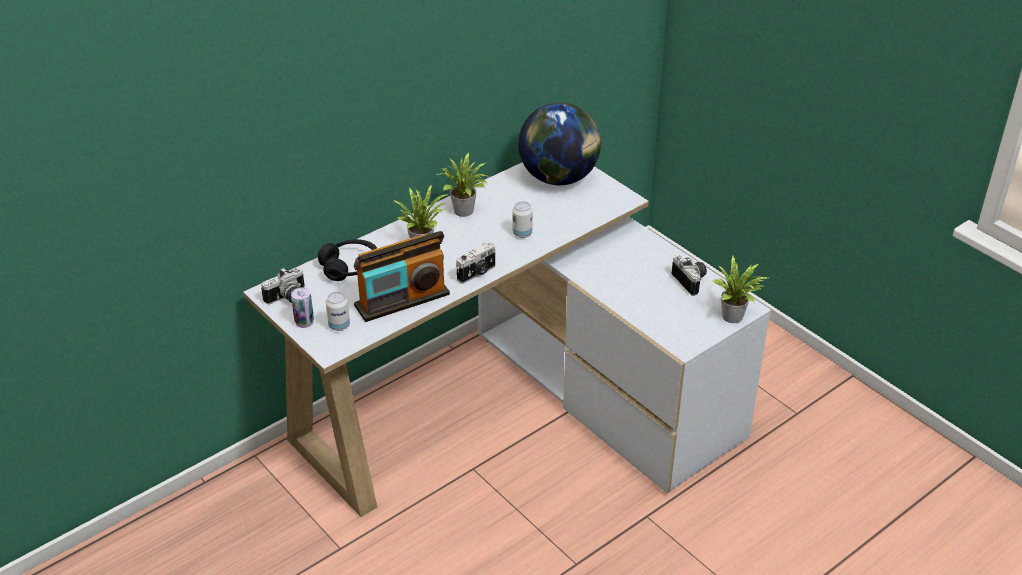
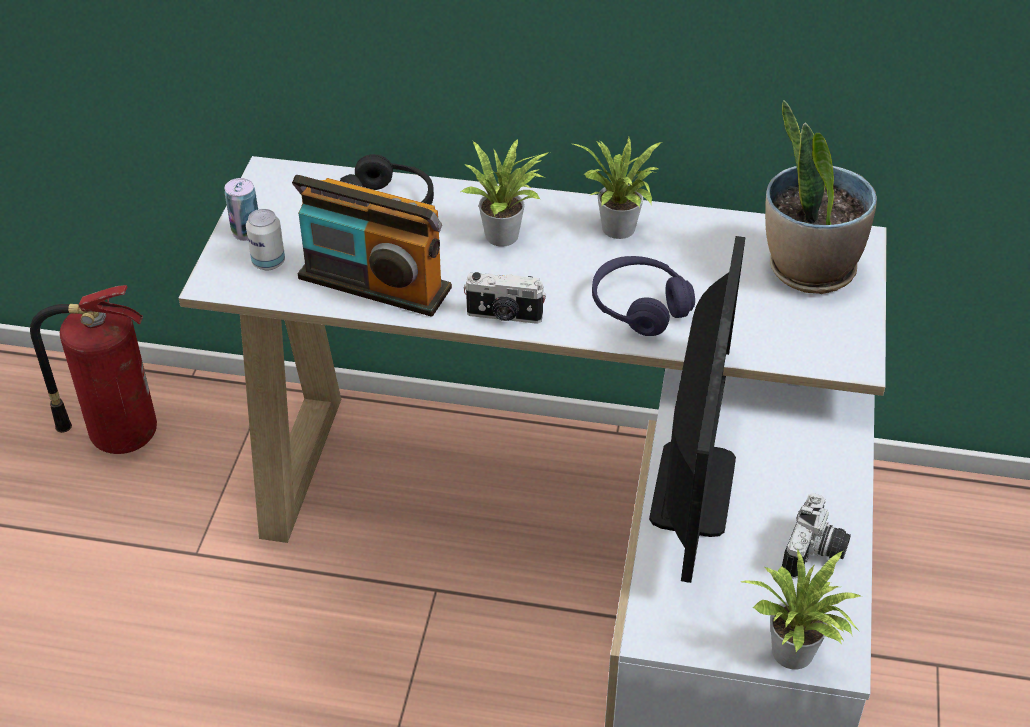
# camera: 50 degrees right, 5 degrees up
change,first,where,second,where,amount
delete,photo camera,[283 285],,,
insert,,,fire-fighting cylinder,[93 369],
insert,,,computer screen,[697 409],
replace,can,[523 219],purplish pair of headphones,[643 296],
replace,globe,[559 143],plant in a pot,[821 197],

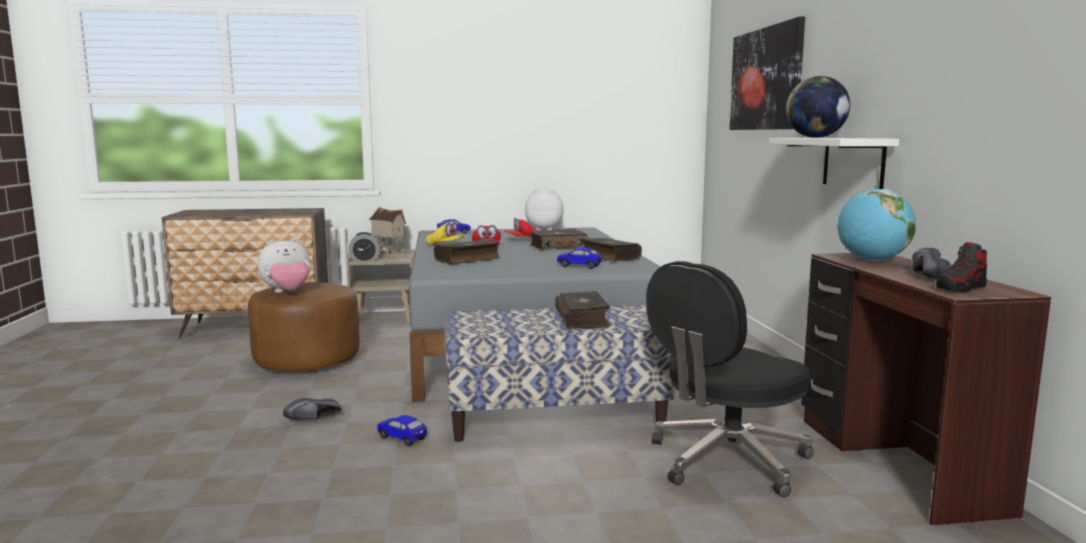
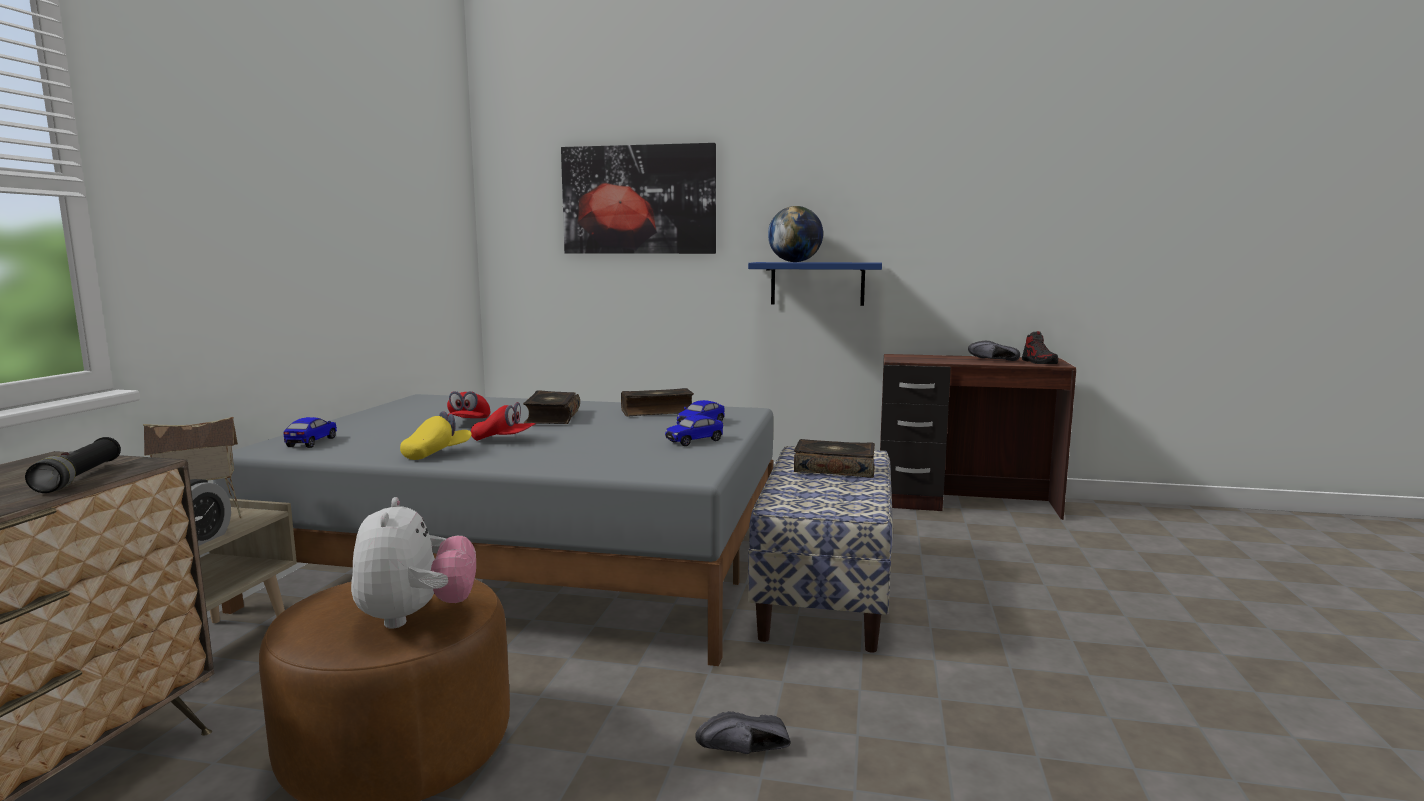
# camera: 70 degrees left, 0 degrees up
change,first,where,second,where,amount
delete,book,[467 252],,,
delete,soft toy,[544 210],,,
delete,black computer chair,[730 379],,,
delete,globe,[876 225],,,
insert,,,black torch,[73 465],
move,miniature car,[402 430],,[694 430],
recolor,whitish wall shelf,[834 163],bluish wall shelf,[815 284],
rotate,black low shoe,[312 409],,[743 732],90 degrees clockwise

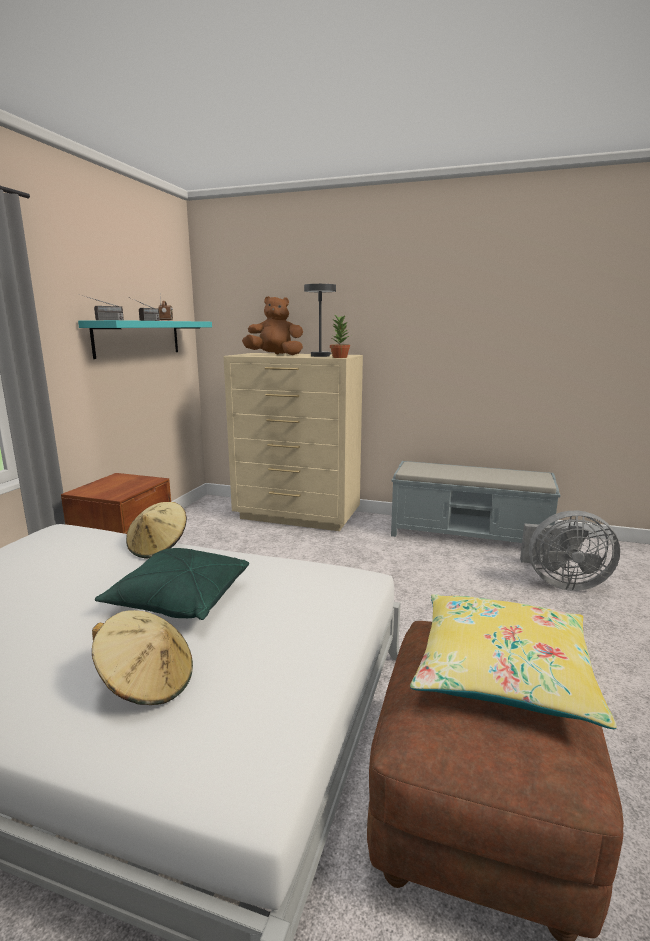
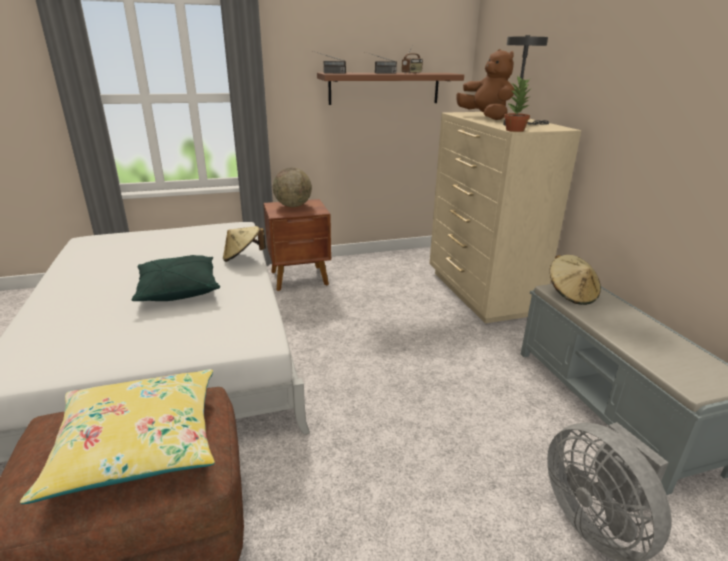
# camera: 55 degrees right, 10 degrees up
change,first,where,second,where,amount
insert,,,globe,[292 187],
move,sand-coloured wearable hat,[142 657],,[575 280],
recolor,turquoise-coloured wall shelf,[145 339],brown-coloured wall shelf,[390 89],

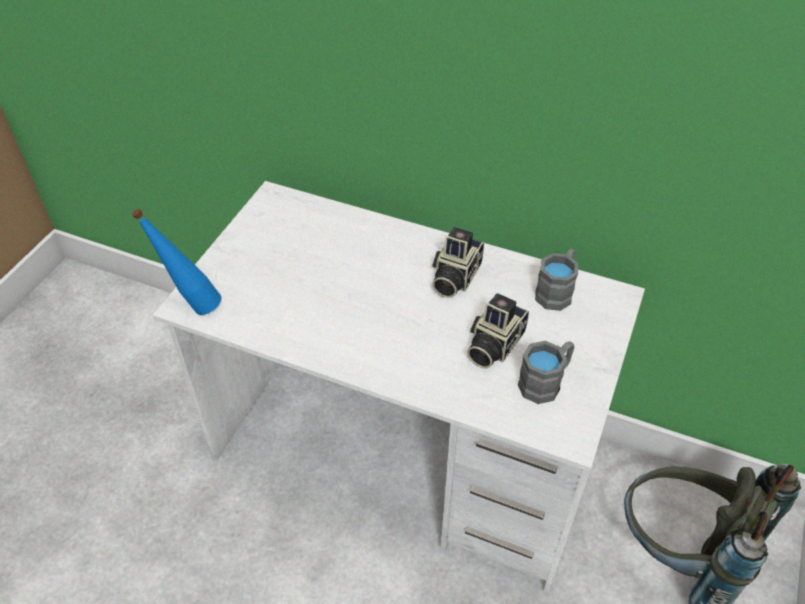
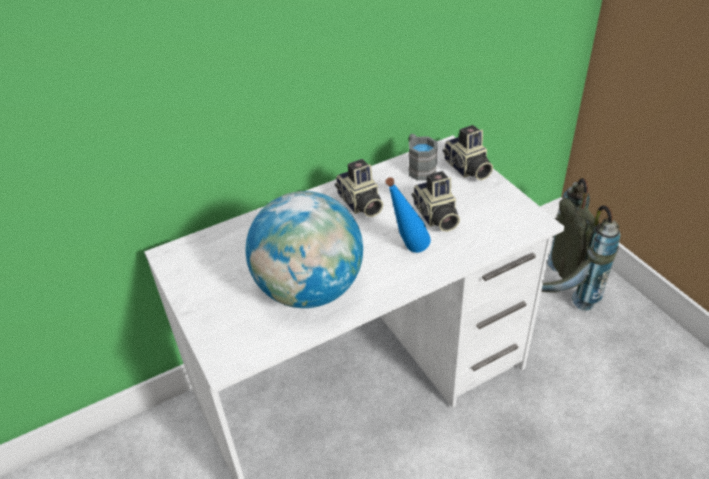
# camera: 50 degrees left, 5 degrees down
change,first,where,second,where,amount
delete,grey coffee mug,[545 372],,,
insert,,,globe,[304 249],
insert,,,photo camera,[467 152],
move,bluish bottle,[176 262],,[408 215],

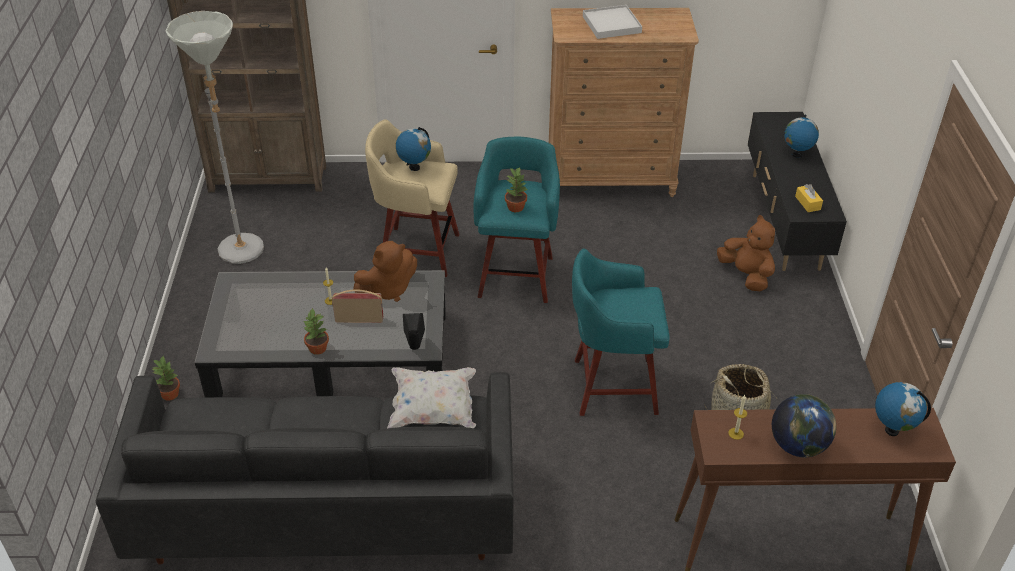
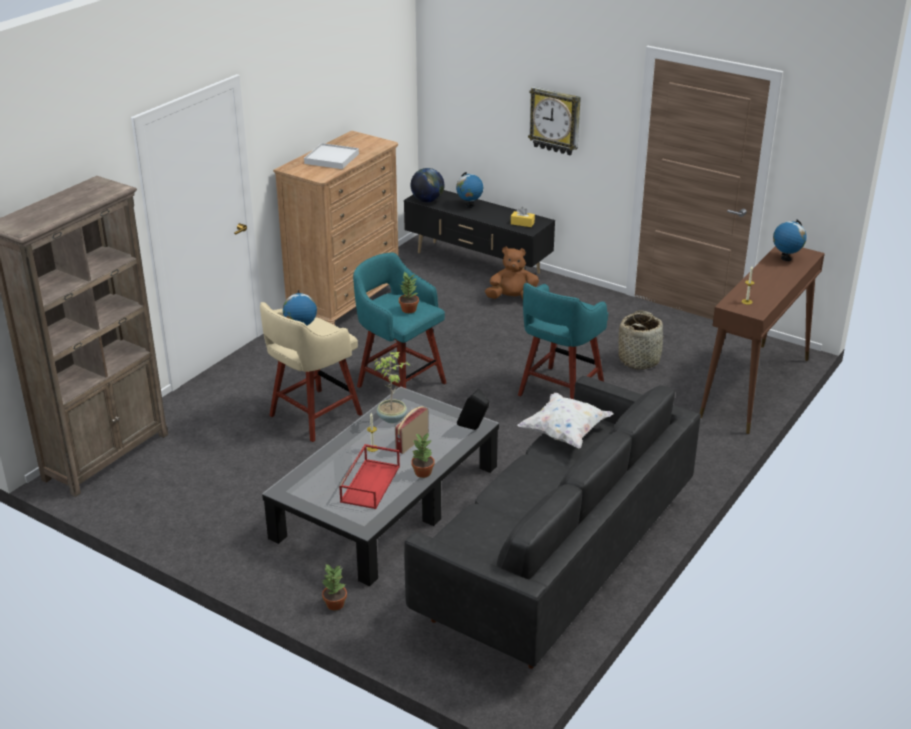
# camera: 55 degrees left, 10 degrees down
change,first,where,second,where,amount
delete,grey standard lamp,[214 137],,,
insert,,,red carrying tray,[369 476],
insert,,,clock on the wall,[554 121],
move,globe,[804 426],,[427 185],
replace,brown-coloured soft toy,[385 271],plant in a pot,[392 387],

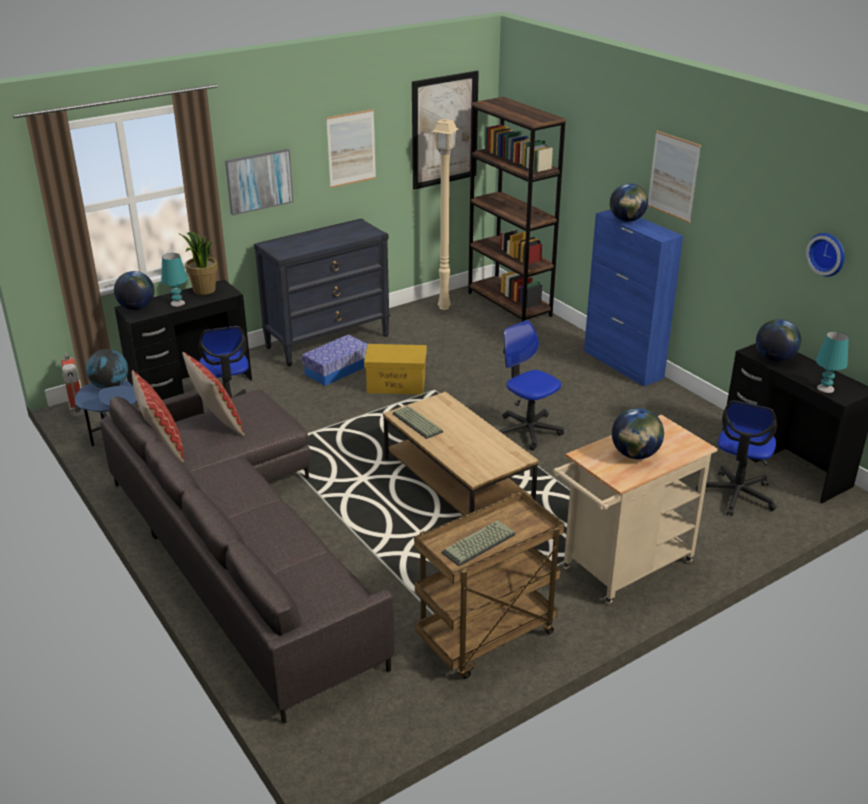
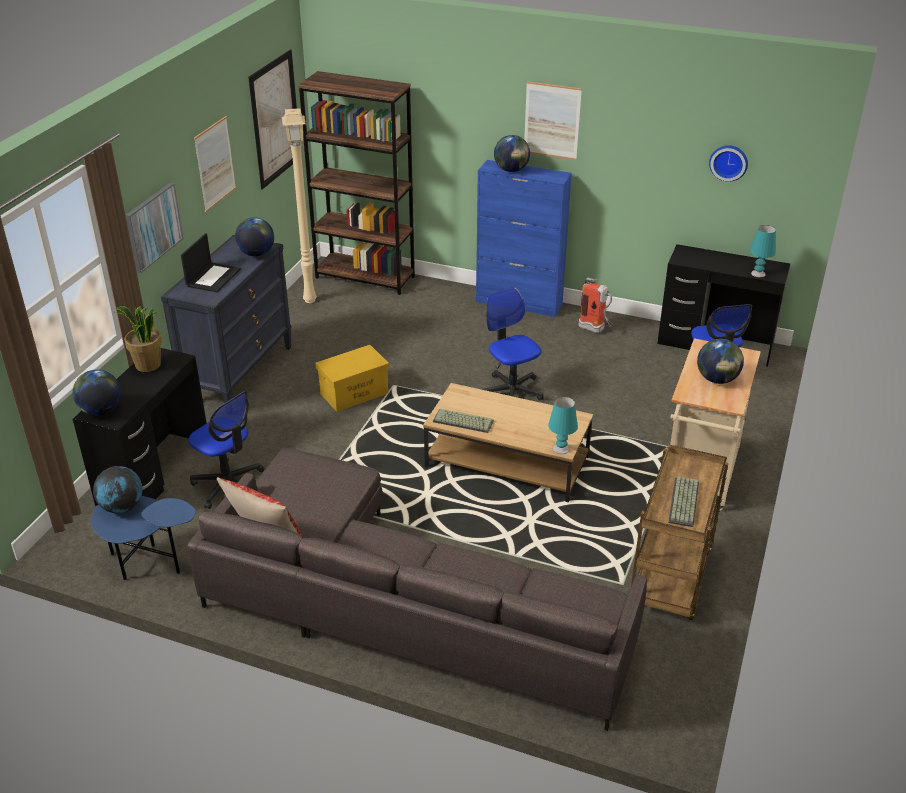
# camera: 35 degrees left, 5 degrees up
change,first,where,second,where,amount
delete,pillow,[213 394],,,
delete,storage bin,[335 360],,,
insert,,,laptop,[211 262],
move,fire-fighting cylinder,[73 385],,[596 305],
move,turquoise-coloured lamp for a table,[174 280],,[563 425],
move,globe,[778 340],,[254 236],
rotate,computer chair,[531 385],,[512 344],45 degrees clockwise

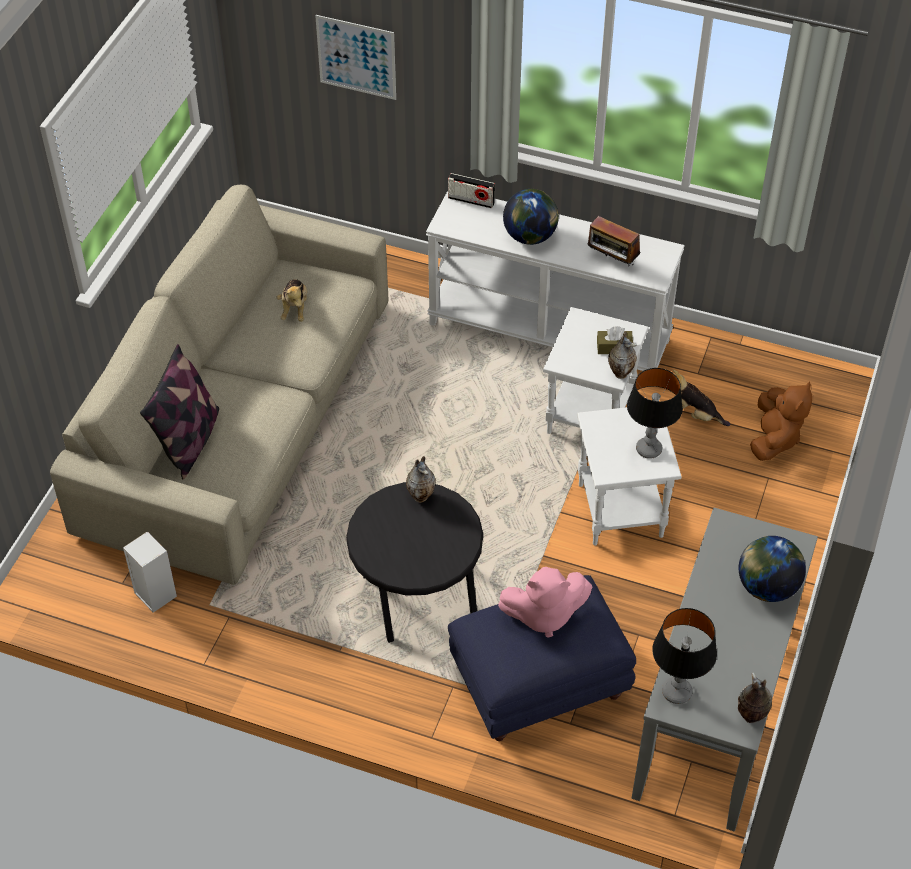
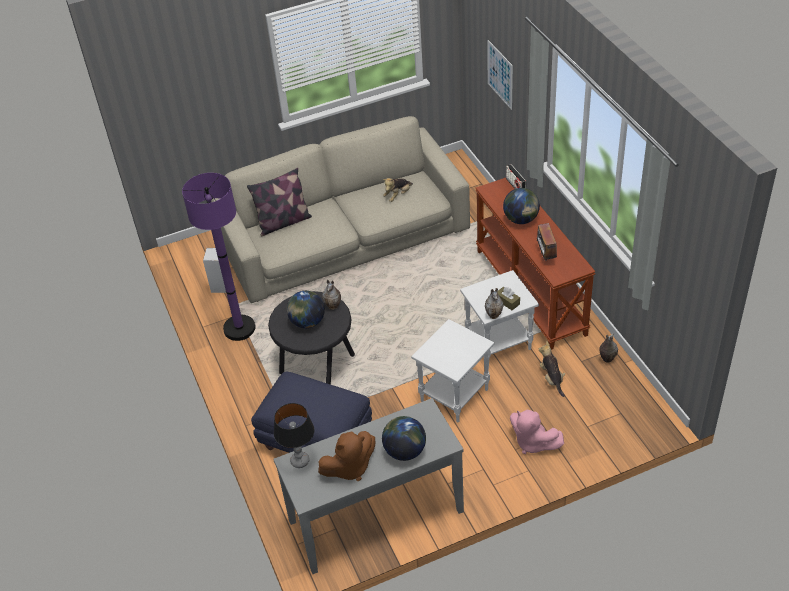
# camera: 50 degrees right, 5 degrees down
change,first,where,second,where,amount
delete,lamp for a table,[655 413],,,
insert,,,purplish standard lamp,[219 257],
insert,,,globe,[306 309],
move,pink-coloured soft toy,[545 602],,[537 432],
move,decorative vase,[755 697],,[608 348],
move,brown-coloured soft toy,[781 421],,[346 456],
recolor,whitish console table,[555 281],brown-coloured console table,[535 264],

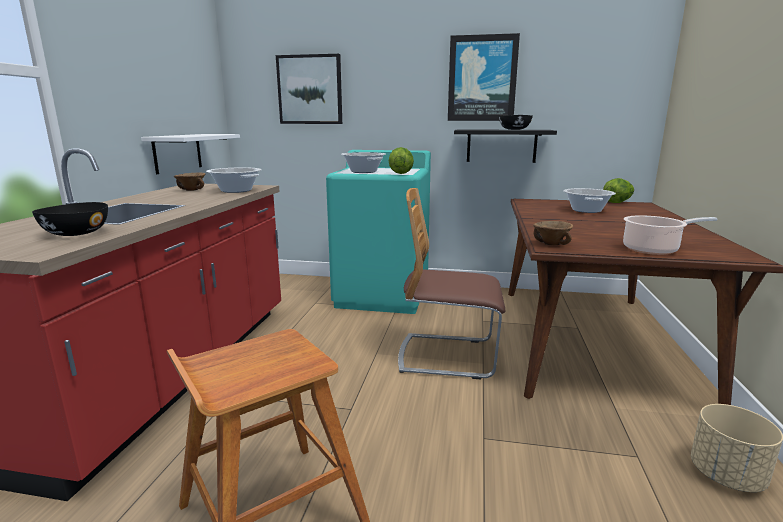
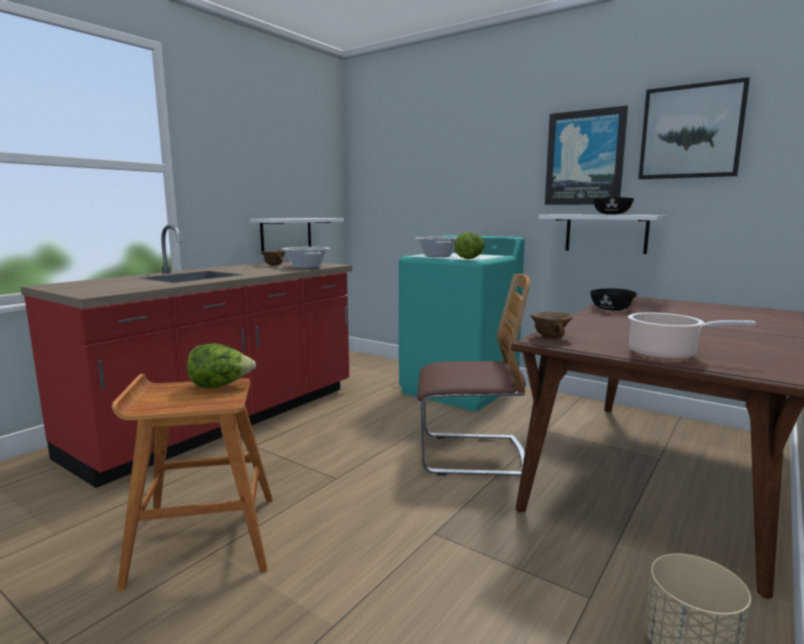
# camera: 25 degrees right, 5 degrees down
change,first,where,second,where,amount
delete,cooking pot,[589 200],,,
move,black serving bowl,[70 219],,[613 299],
move,picture,[309 89],,[694 128],
move,head of lettuce,[618 190],,[221 365],
recolor,black wall shelf,[505 146],whitish wall shelf,[603 234],
rotate,plain chair,[451 283],,[473 375],150 degrees clockwise

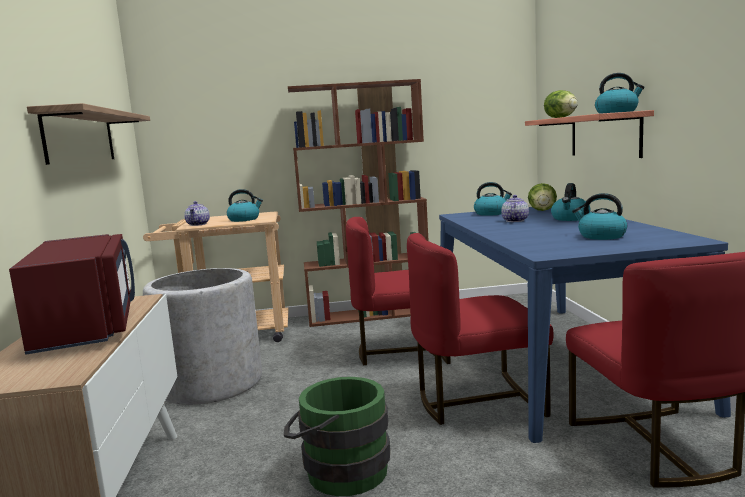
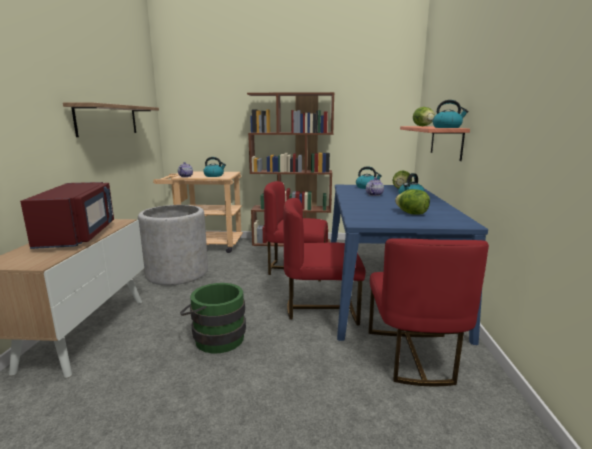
# camera: 10 degrees right, 5 degrees up
change,first,where,second,where,amount
replace,kettle,[599 216],head of lettuce,[412 202],

